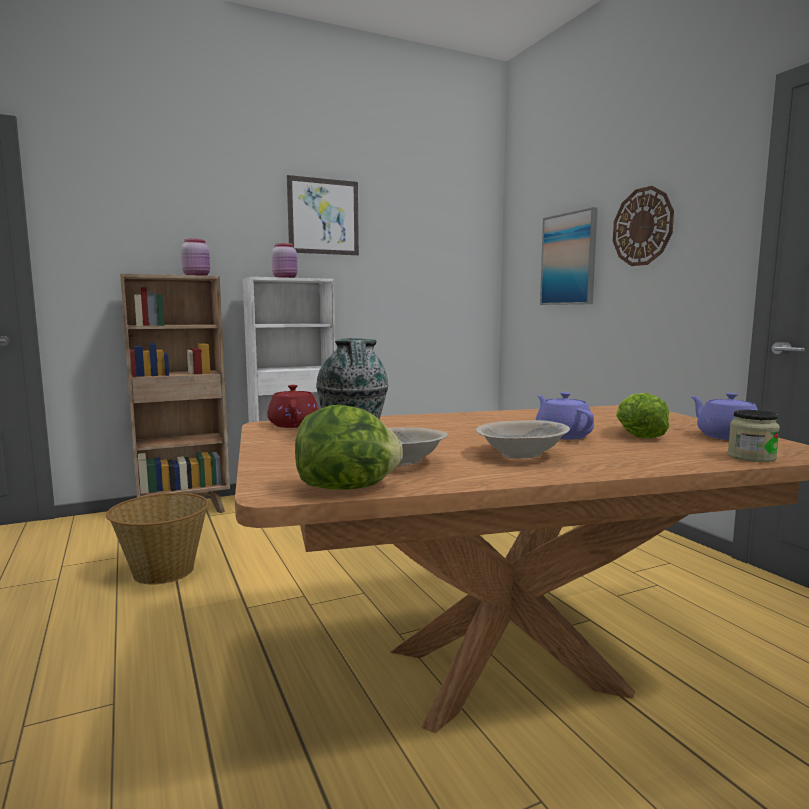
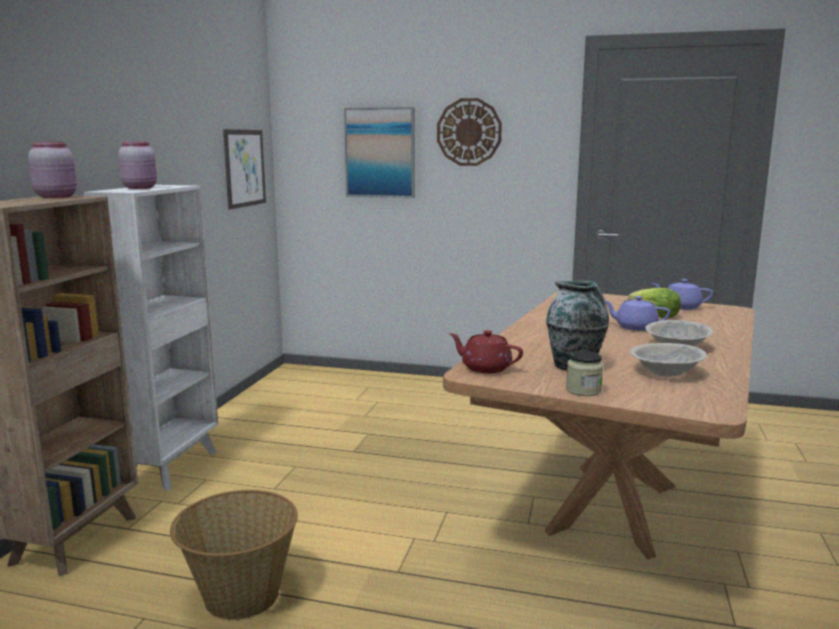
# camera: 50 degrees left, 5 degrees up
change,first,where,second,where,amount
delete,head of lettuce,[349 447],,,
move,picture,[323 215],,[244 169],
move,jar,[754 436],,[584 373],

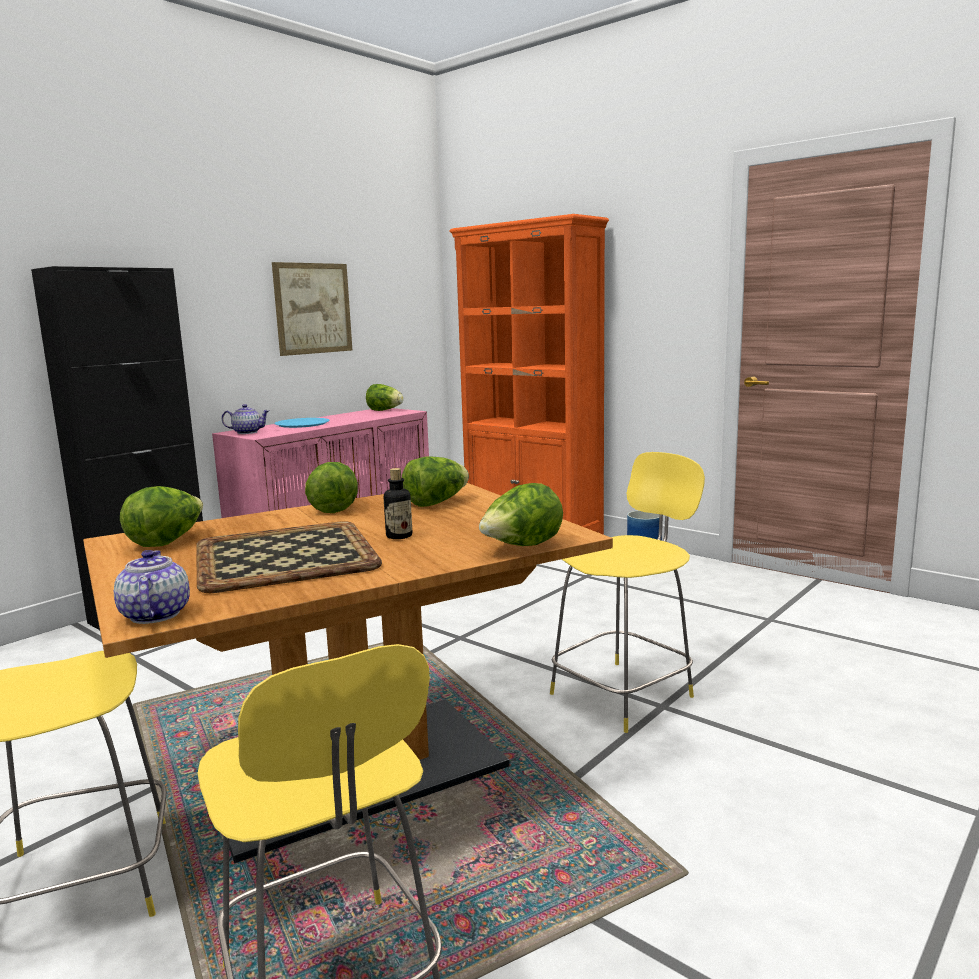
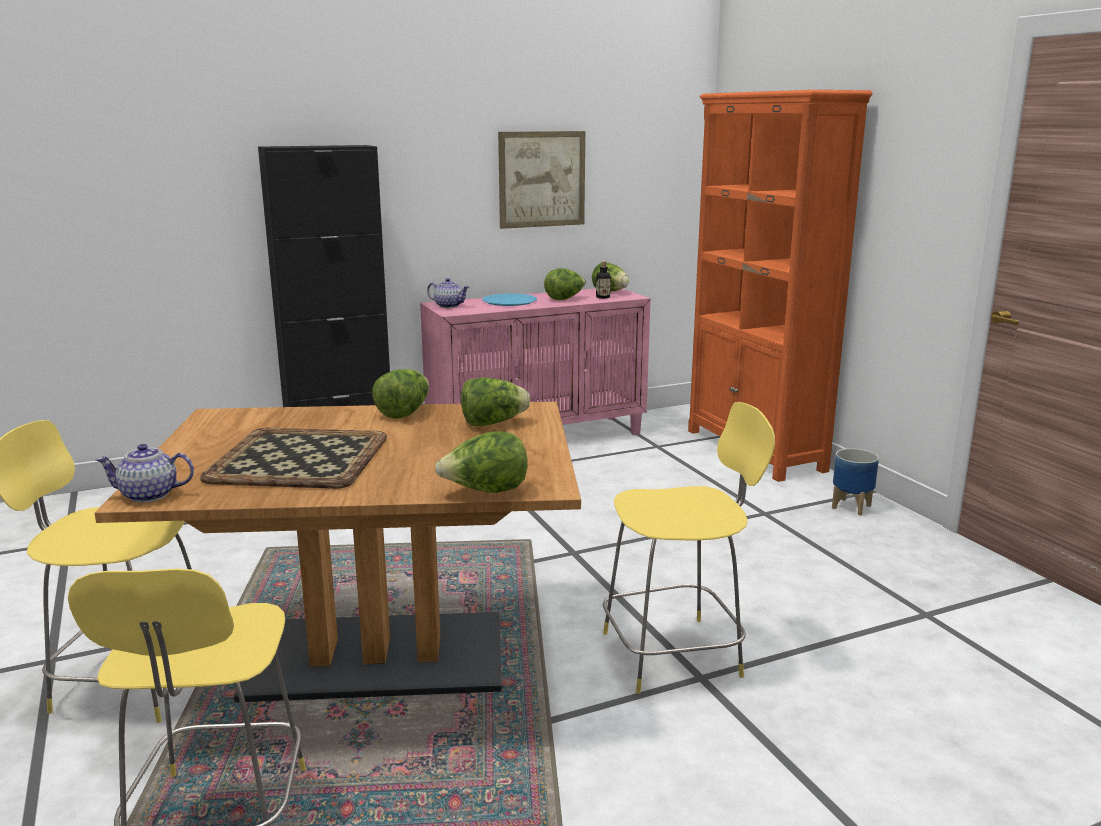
# camera: 25 degrees right, 5 degrees up
change,first,where,second,where,amount
move,head of lettuce,[161 516],,[565 284],
move,bottle,[398 503],,[603 280],
rotate,tea pot,[152 587],,[144 473],105 degrees counterclockwise

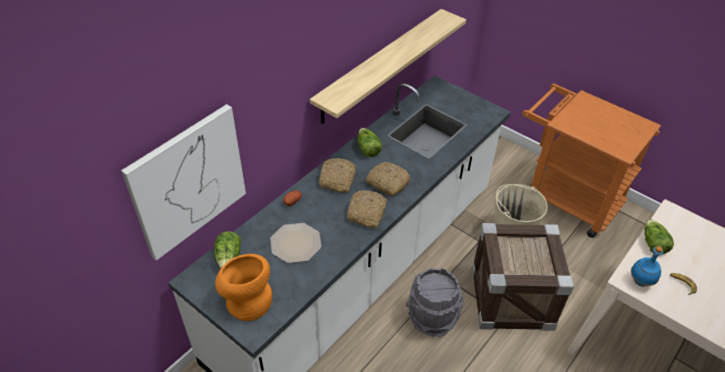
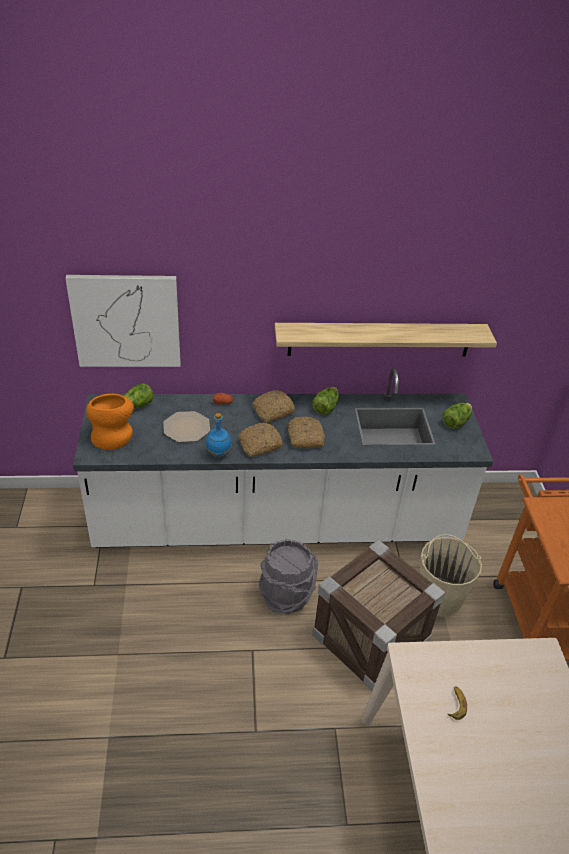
# camera: 45 degrees right, 5 degrees down
change,first,where,second,where,amount
move,bluish bottle,[647 266],,[218 435],
move,head of lettuce,[659 236],,[457 416],

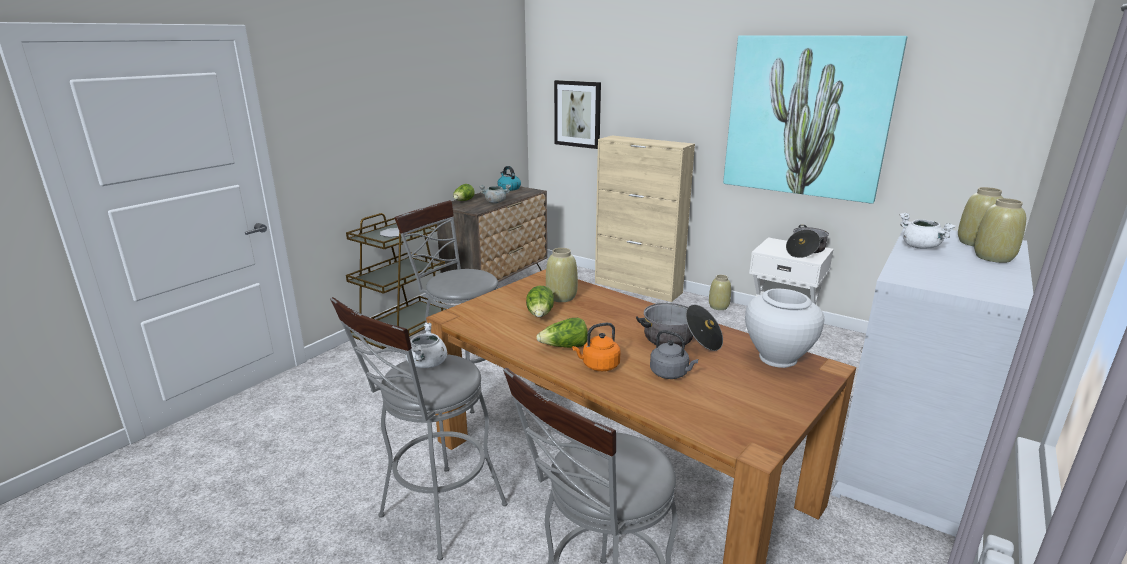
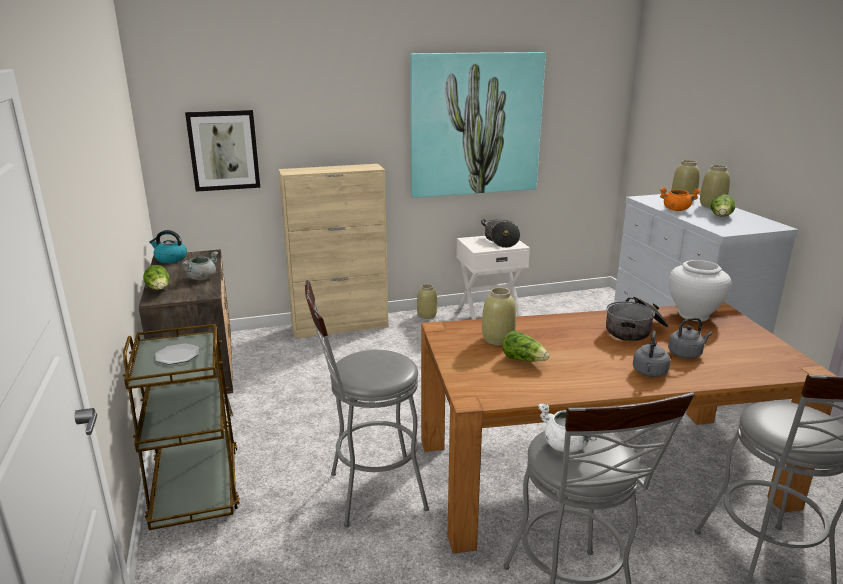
# camera: 50 degrees left, 0 degrees up
change,first,where,second,where,amount
move,head of lettuce,[562 333],,[723 205],
recolor,orange-coloured kettle,[596 347],grey kettle,[652 354],
recolor,whitish cooking pot,[927 231],orange-coloured cooking pot,[680 199],

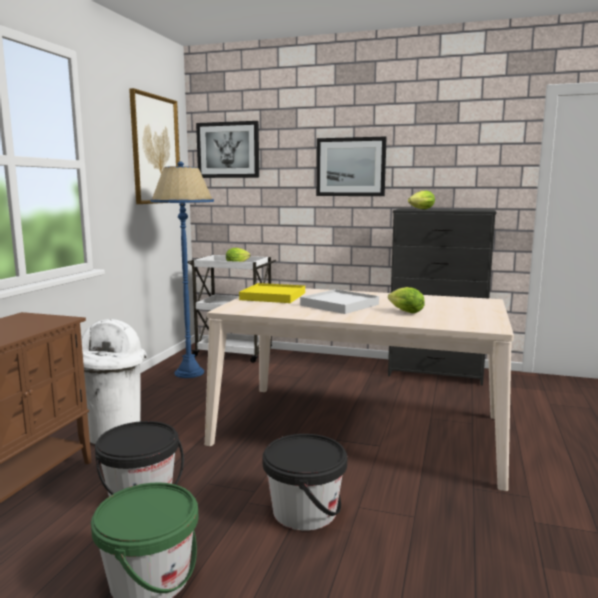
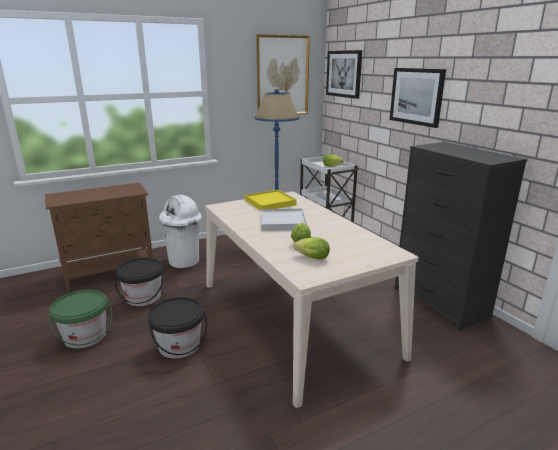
# camera: 45 degrees right, 10 degrees up
change,first,where,second,where,amount
move,head of lettuce,[421 200],,[312 248],

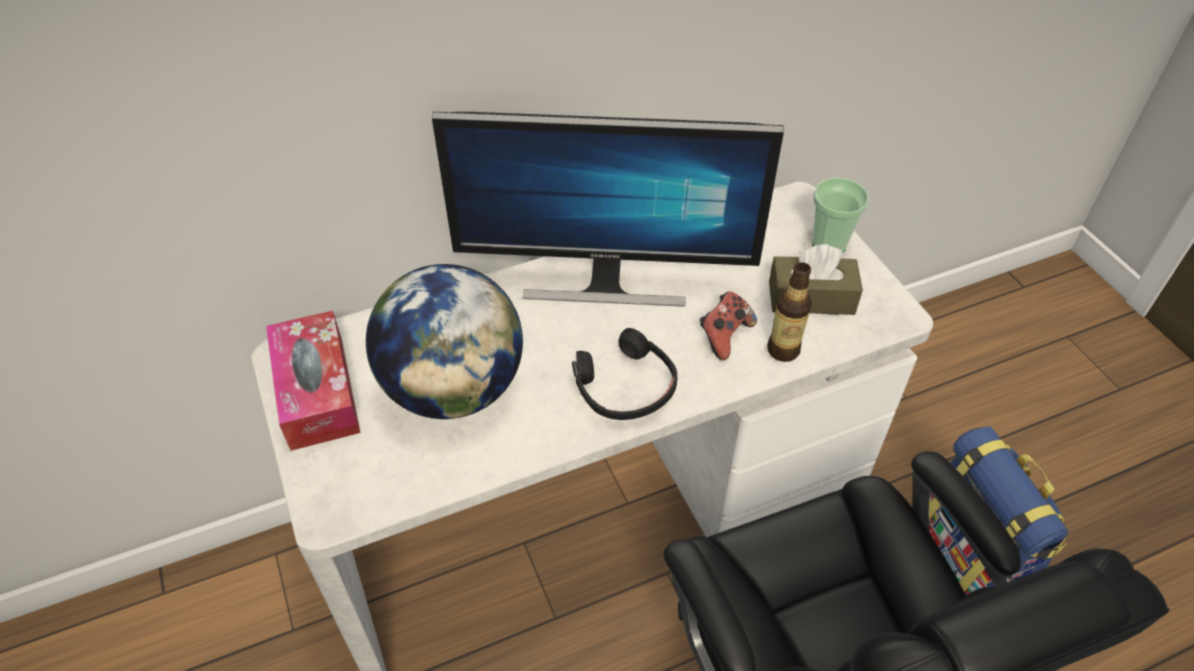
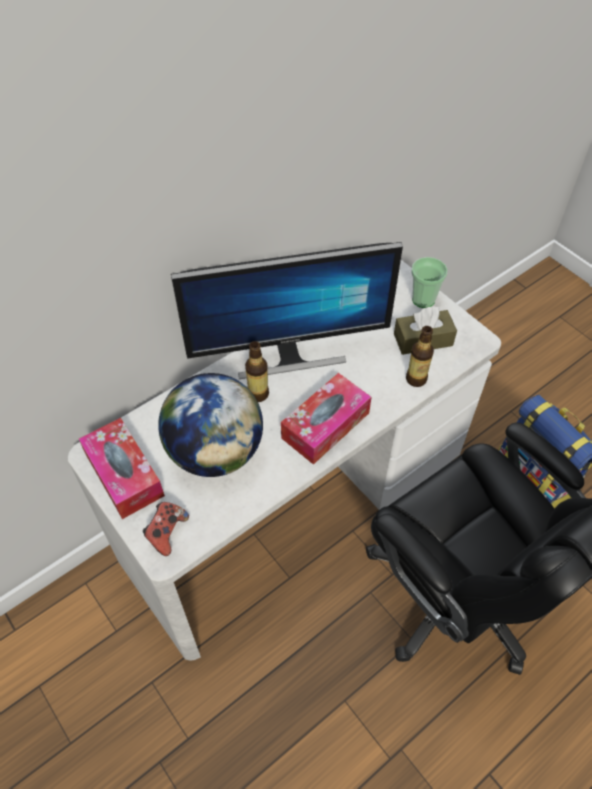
# camera: 15 degrees left, 5 degrees up
change,first,where,second,where,amount
insert,,,bottle,[257 371],
move,game controller,[728 325],,[166 529],
replace,black pair of headphones,[624 374],box of tissues,[326 419],

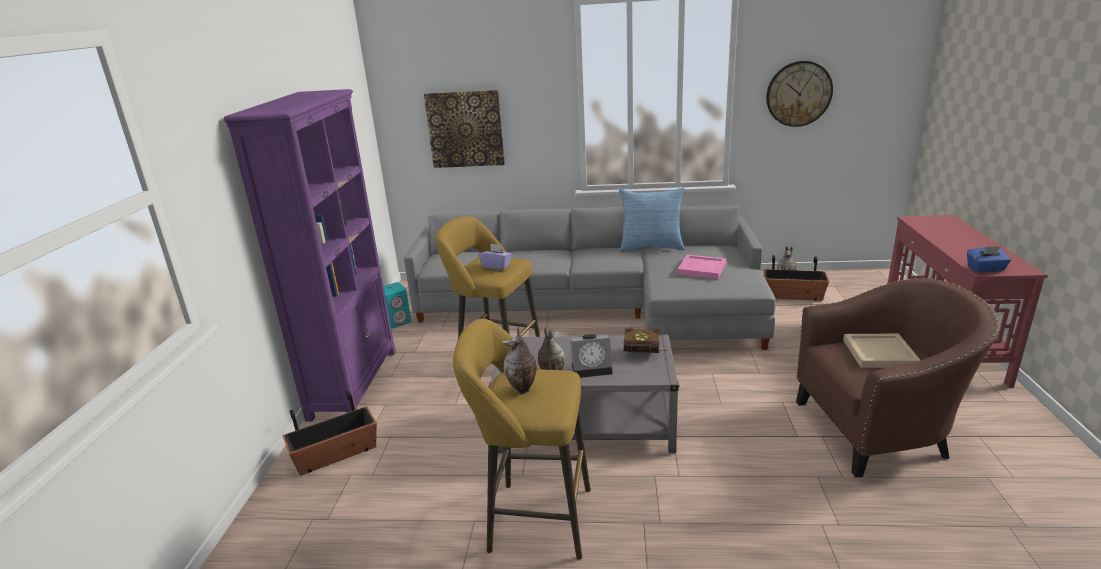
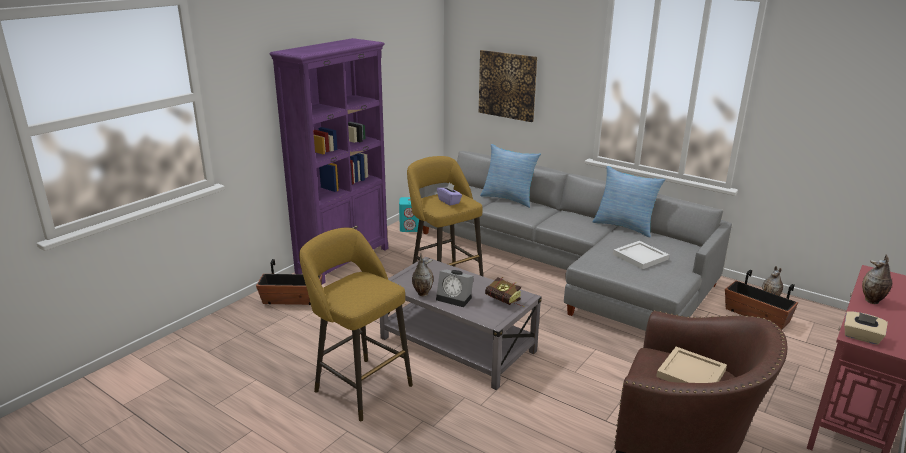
# camera: 30 degrees right, 0 degrees up
change,first,where,second,where,amount
delete,clock on the wall,[799 94],,,
insert,,,pillow,[510 176],
move,decorative vase,[519 361],,[877 279],
recolor,pink-coloured carrying tray,[701 266],whitish carrying tray,[641 255],
recolor,bluish box of tissues,[989 259],sand-coloured box of tissues,[866 328],

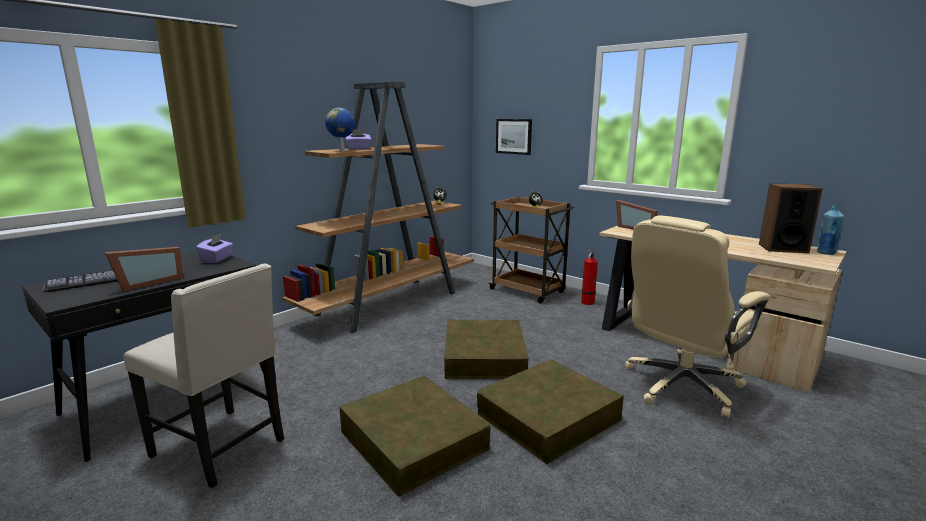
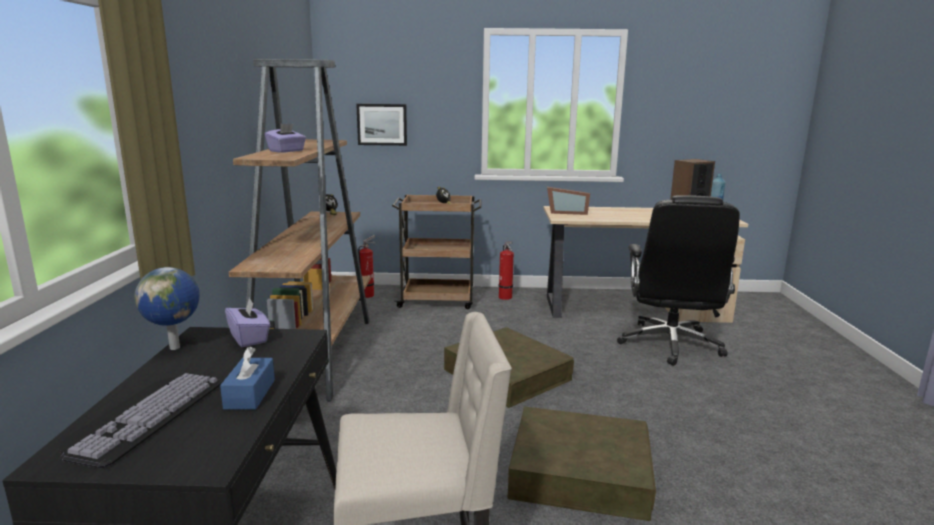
# camera: 40 degrees left, 0 degrees up
change,first,where,second,where,amount
delete,brown-coloured storage bin,[550 411],,,
insert,,,fire-fighting cylinder,[367 266],
move,globe,[340 130],,[167 308],
replace,photo frame,[143 269],bluish box of tissues,[247 378],
recolor,sand-coloured computer chair,[697 317],black computer chair,[678 280],

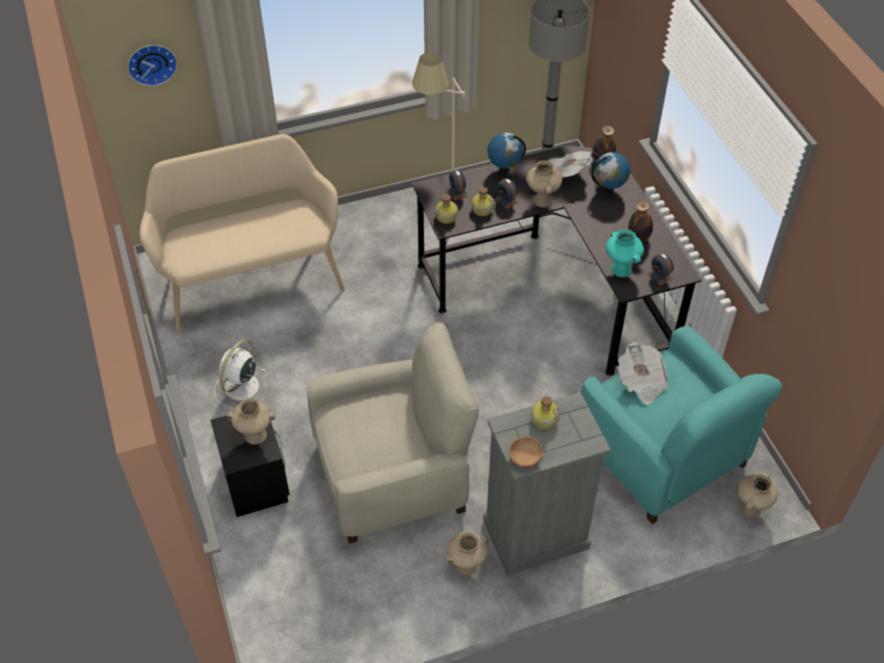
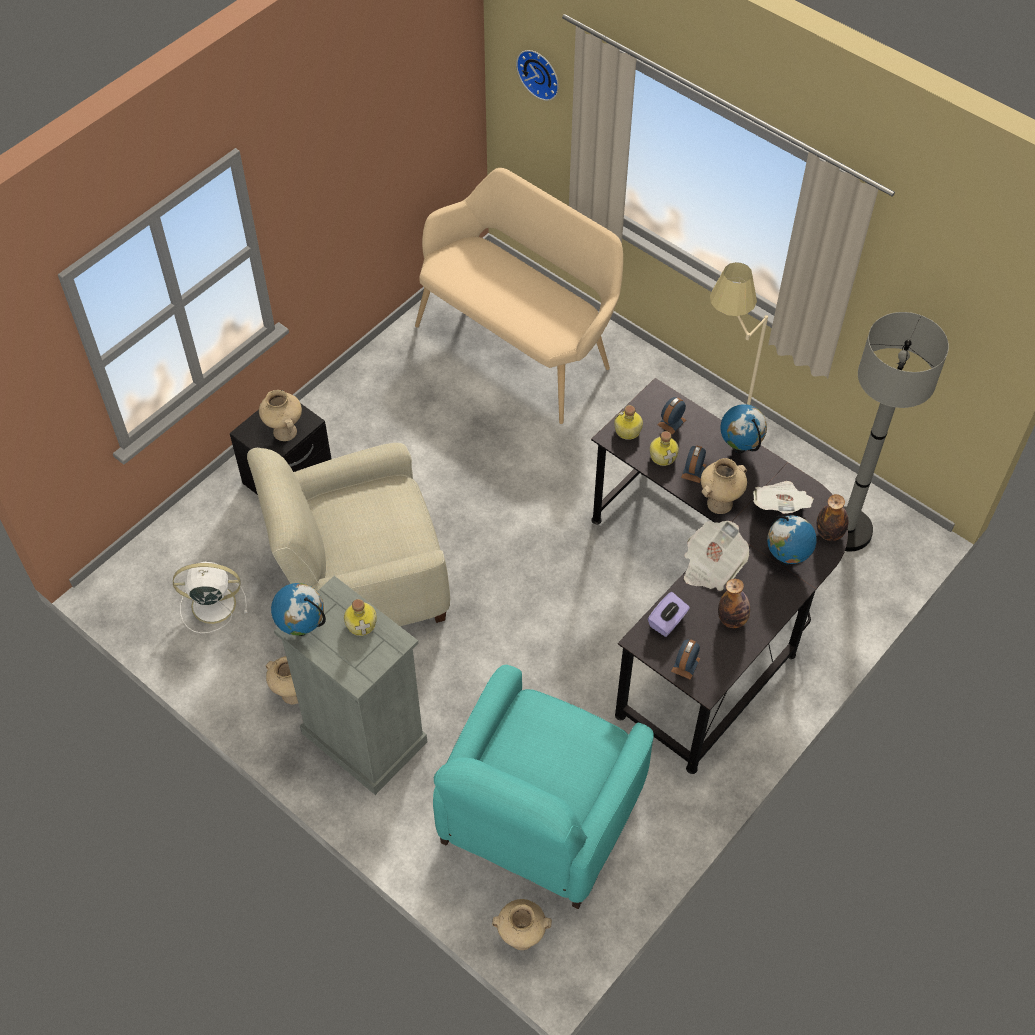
# camera: 60 degrees right, 5 degrees up
change,first,where,second,where,amount
move,whitish electric fan,[240 374],,[210 597],
move,daily paper,[643 374],,[716 556],
replace,brown-coloured serving bowl,[526 452],globe,[298 609],
replace,turquoise-coloured decorative vase,[625 253],purplish box of tissues,[669 614],
rotate,sand-coloured lounge chair,[393 433],,[348 534],120 degrees clockwise

